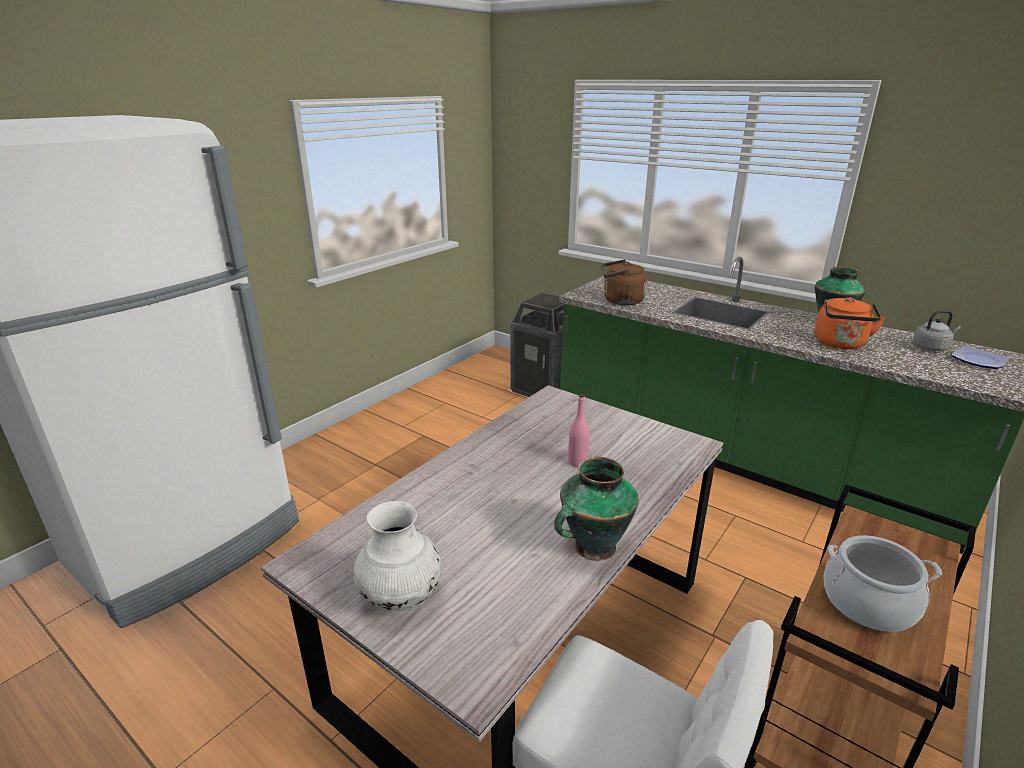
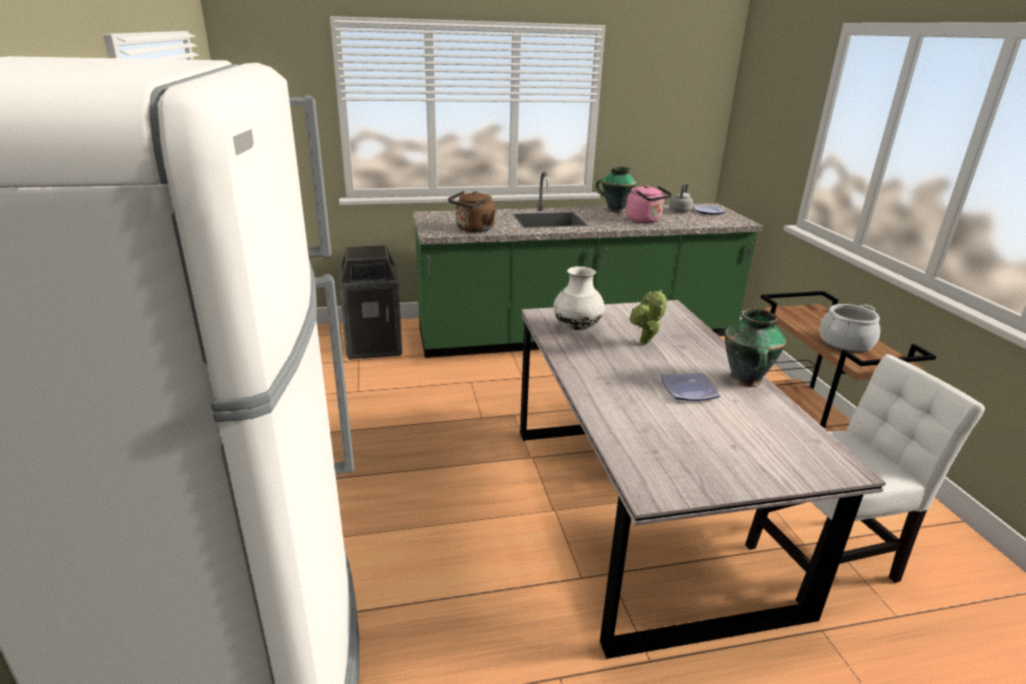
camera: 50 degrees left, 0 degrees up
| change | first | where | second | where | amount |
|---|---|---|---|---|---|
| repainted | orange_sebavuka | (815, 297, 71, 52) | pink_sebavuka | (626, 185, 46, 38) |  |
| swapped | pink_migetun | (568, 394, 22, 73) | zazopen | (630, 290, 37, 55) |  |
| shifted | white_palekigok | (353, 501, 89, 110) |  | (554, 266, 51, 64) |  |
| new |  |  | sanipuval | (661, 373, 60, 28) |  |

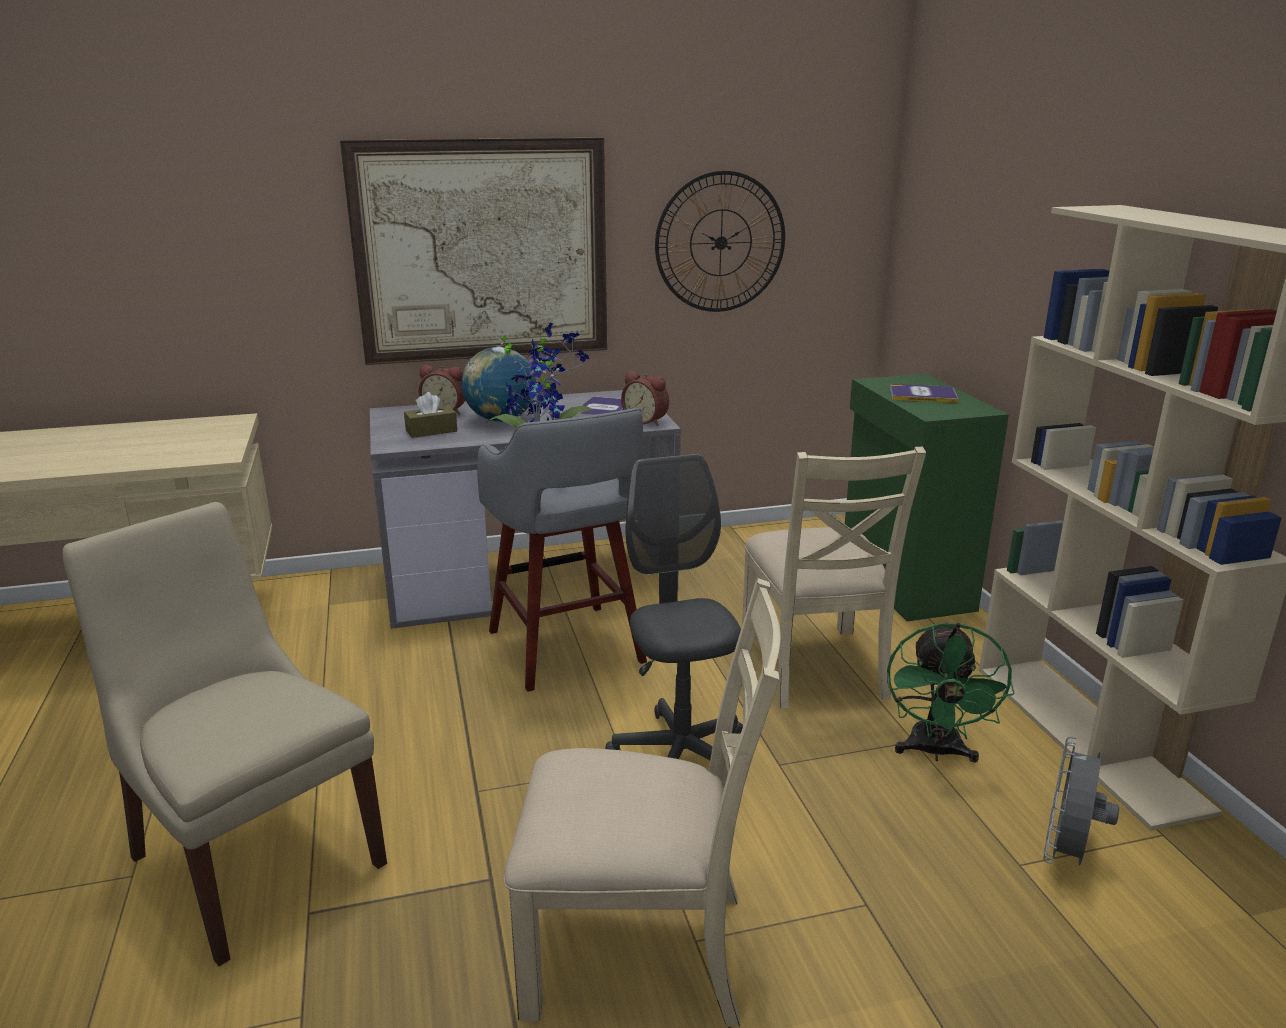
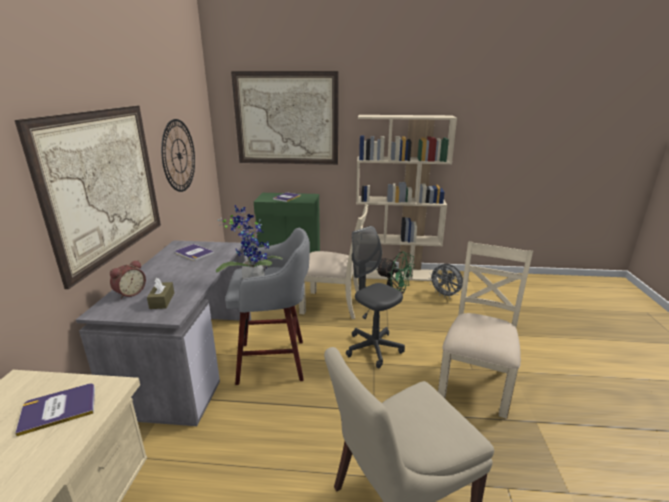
camera: 70 degrees left, 0 degrees up
| change | first | where | second | where | amount |
|---|---|---|---|---|---|
| gone | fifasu | (462, 346, 74, 76) |  |  |  |
| gone | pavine | (621, 371, 48, 55) |  |  |  |
| rotated | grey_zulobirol | (605, 454, 138, 306) |  | (346, 226, 59, 142) | 45 degrees clockwise |
| new |  |  | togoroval | (231, 71, 108, 94) |  |
| new |  |  | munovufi | (15, 384, 80, 52) |  |

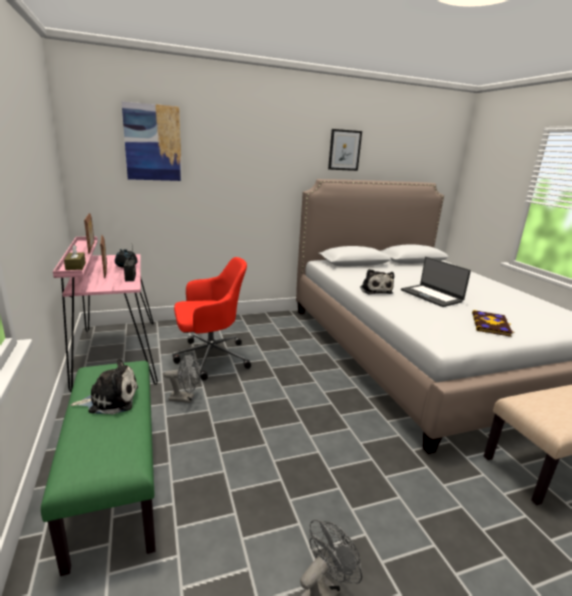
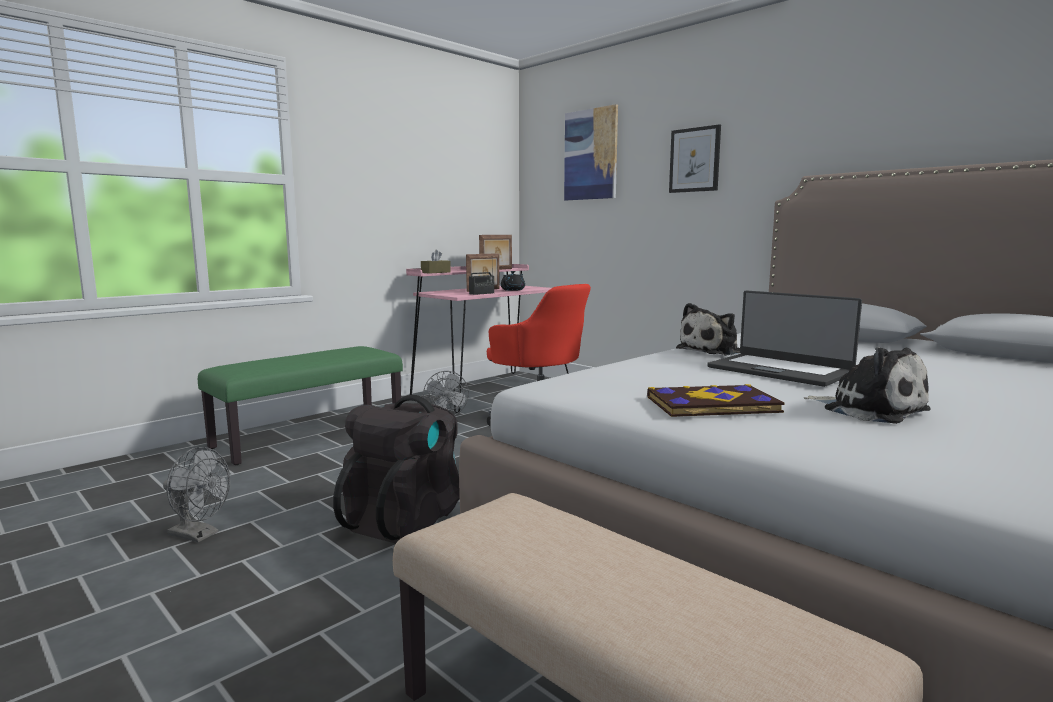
camera: 65 degrees right, 10 degrees down
| change | first | where | second | where | amount |
|---|---|---|---|---|---|
| shifted | togoroval | (328, 129, 34, 42) |  | (669, 124, 52, 69) |  |
| rotated | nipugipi | (401, 257, 70, 50) |  | (707, 290, 155, 97) | 75 degrees counterclockwise |
| shifted | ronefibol | (70, 359, 68, 56) |  | (804, 347, 127, 77) |  |
| new |  |  | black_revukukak | (333, 395, 127, 149) |  |

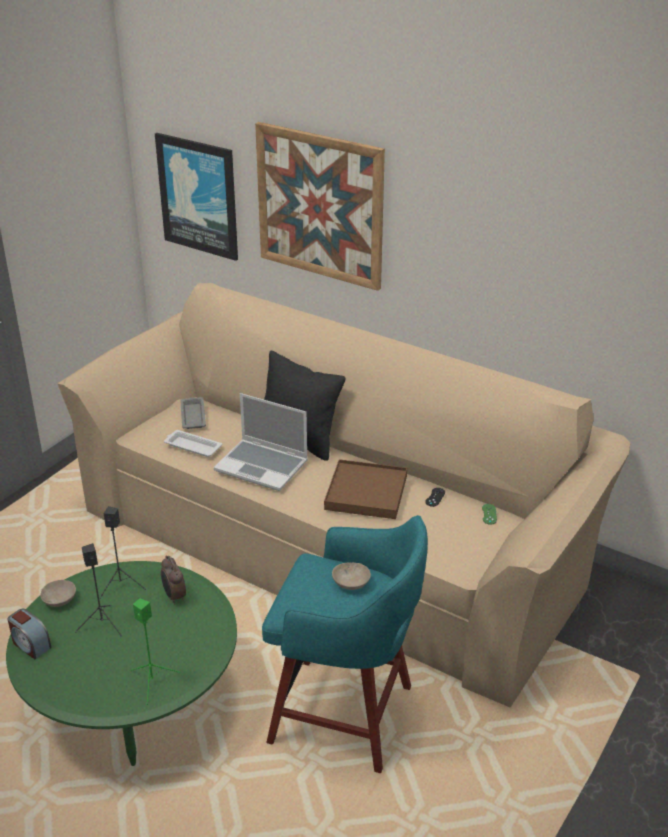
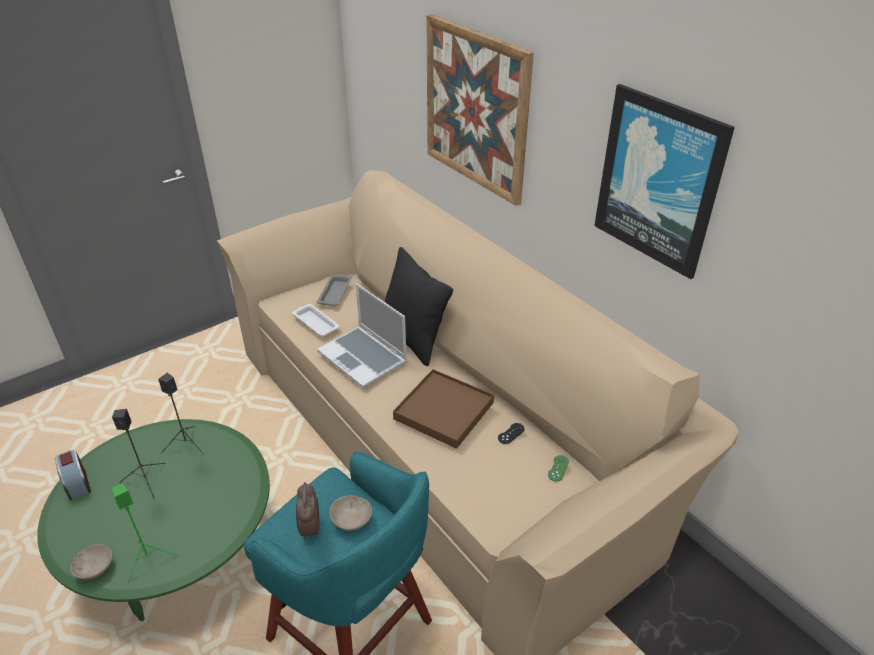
camera: 20 degrees right, 5 degrees up
| change | first | where | second | where | amount |
|---|---|---|---|---|---|
| shifted | togoroval | (155, 133, 83, 128) |  | (594, 84, 141, 195) |  |
| shifted | pavine | (161, 555, 25, 50) |  | (296, 482, 24, 58) |  |
| shifted | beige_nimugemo | (40, 580, 36, 27) |  | (70, 544, 42, 36) |  |

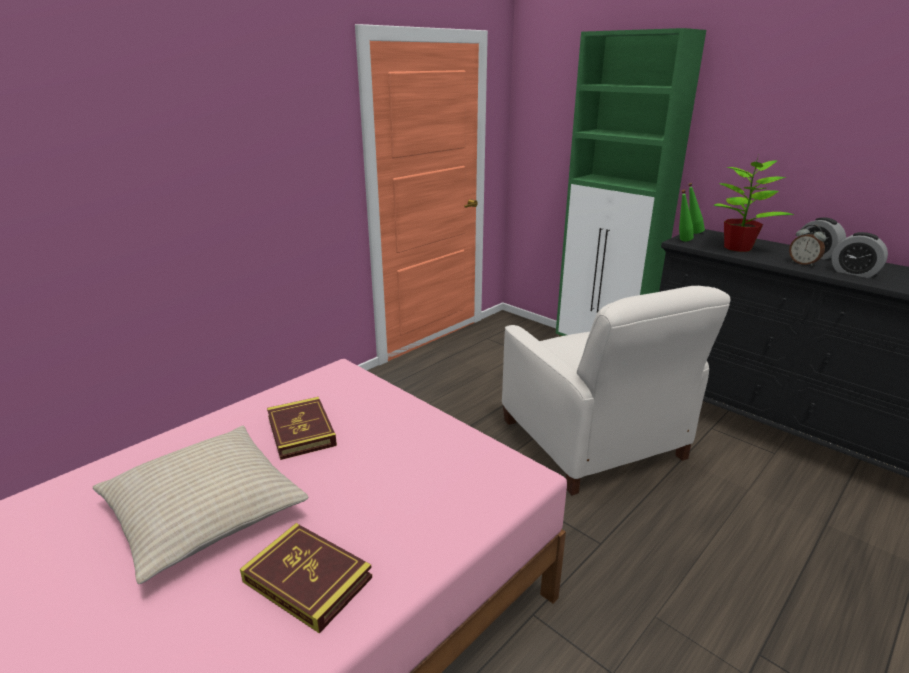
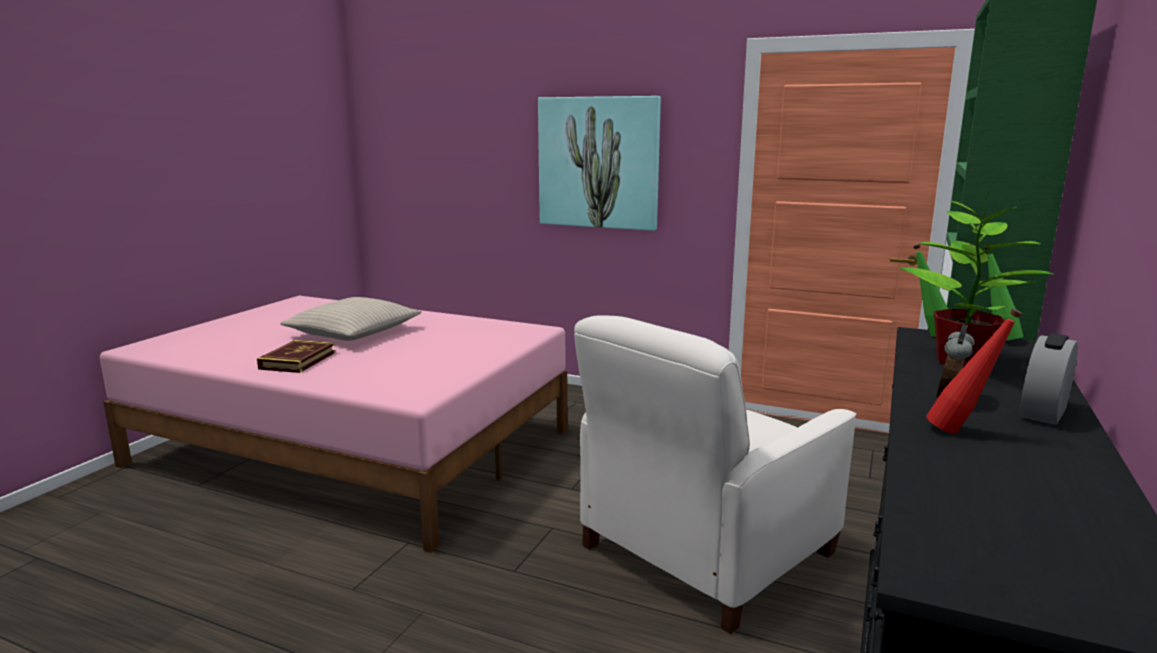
camera: 70 degrees right, 10 degrees down
| change | first | where | second | where | amount |
|---|---|---|---|---|---|
| swapped | pavine | (831, 232, 57, 46) | red_migetun | (926, 308, 96, 126) |  |
| gone | munovufi | (267, 397, 70, 63) |  |  |  |
| new |  |  | togoroval | (538, 96, 123, 135) |  |

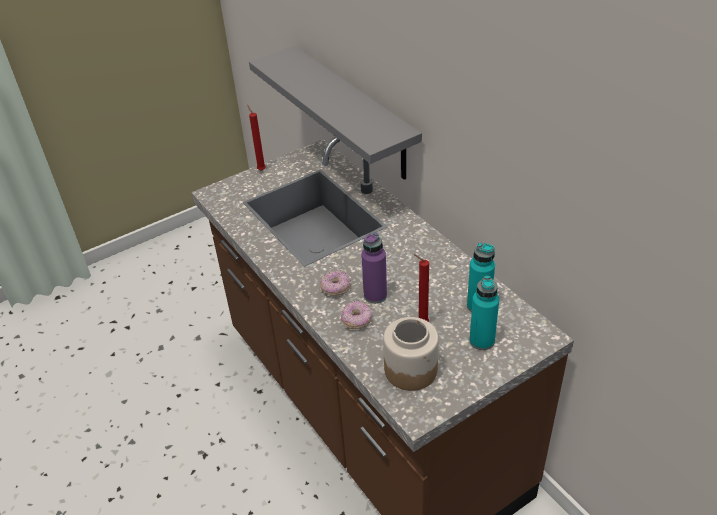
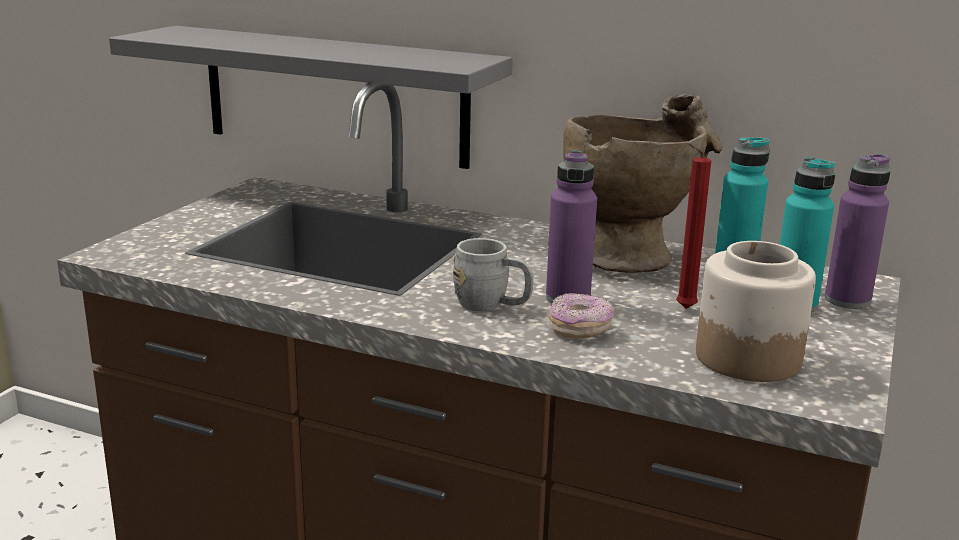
camera: 35 degrees left, 20 degrees down
| change | first | where | second | where | amount |
|---|---|---|---|---|---|
| gone | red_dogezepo | (248, 105, 18, 66) |  |  |  |
| swapped | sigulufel | (320, 270, 30, 26) | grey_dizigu | (453, 238, 80, 73) |  |
| new |  |  | beige_palekigok | (563, 94, 160, 179) |  |
| new |  |  | purple_migetun | (825, 154, 65, 155) |  |

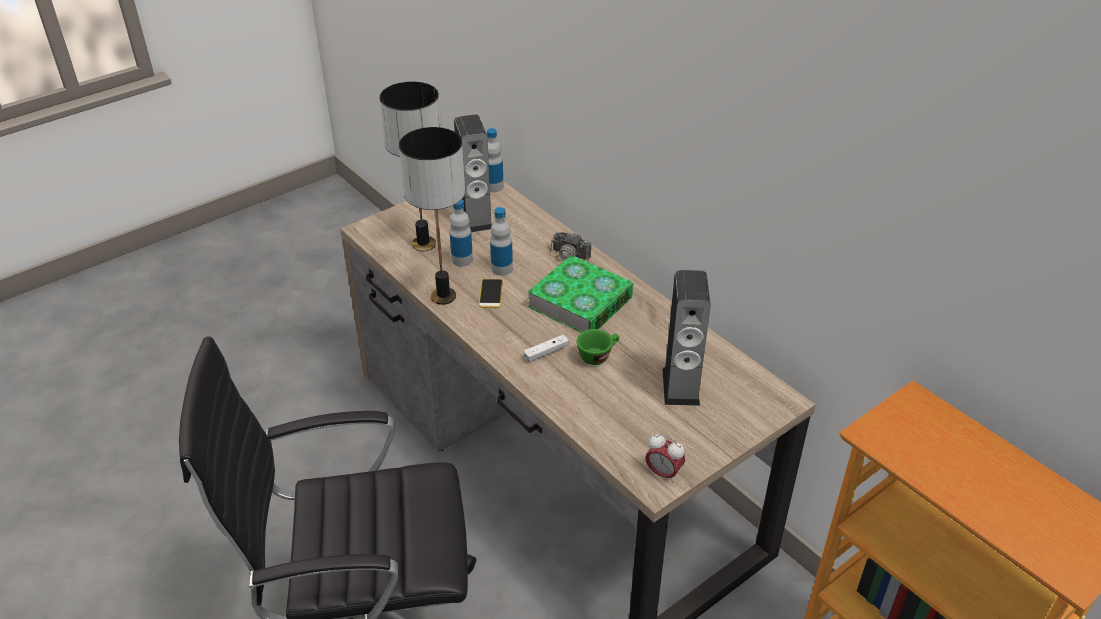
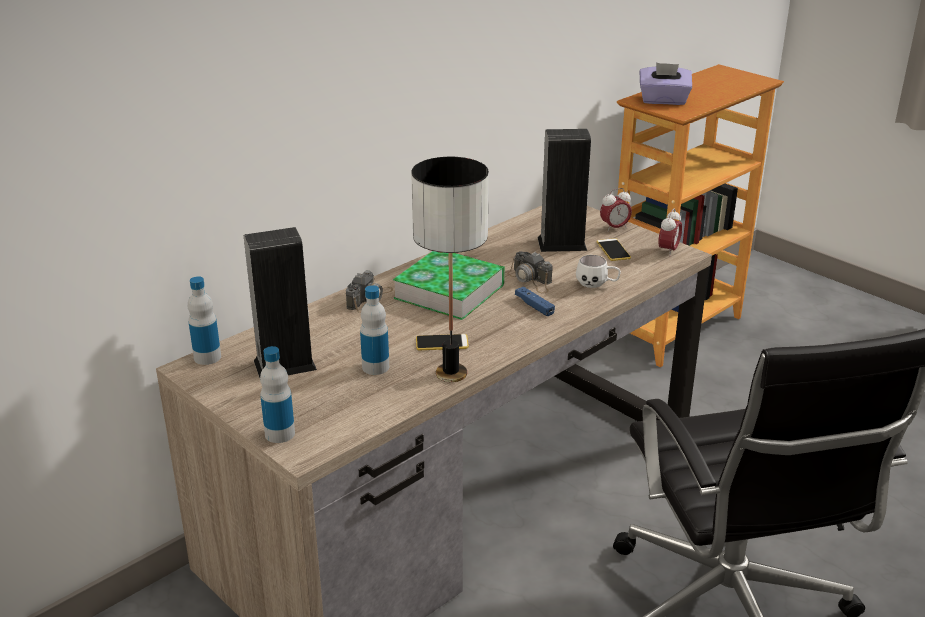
camera: 95 degrees left, 10 degrees down
| change | first | where | second | where | amount |
|---|---|---|---|---|---|
| gone | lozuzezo | (380, 82, 61, 170) |  |  |  |
| shifted | migetun | (490, 207, 23, 69) |  | (260, 346, 35, 97) |  |
| swapped | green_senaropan | (576, 329, 43, 36) | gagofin | (507, 251, 45, 43) |  |
| repainted | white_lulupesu | (523, 335, 46, 27) | blue_lulupesu | (515, 287, 40, 29) |  |
| new |  |  | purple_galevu | (640, 63, 52, 42) |  |
| new |  |  | pavine | (600, 188, 32, 44) |  |
| new |  |  | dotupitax | (597, 238, 34, 23) |  |
| new |  |  | white_dizigu | (576, 255, 45, 33) |  |

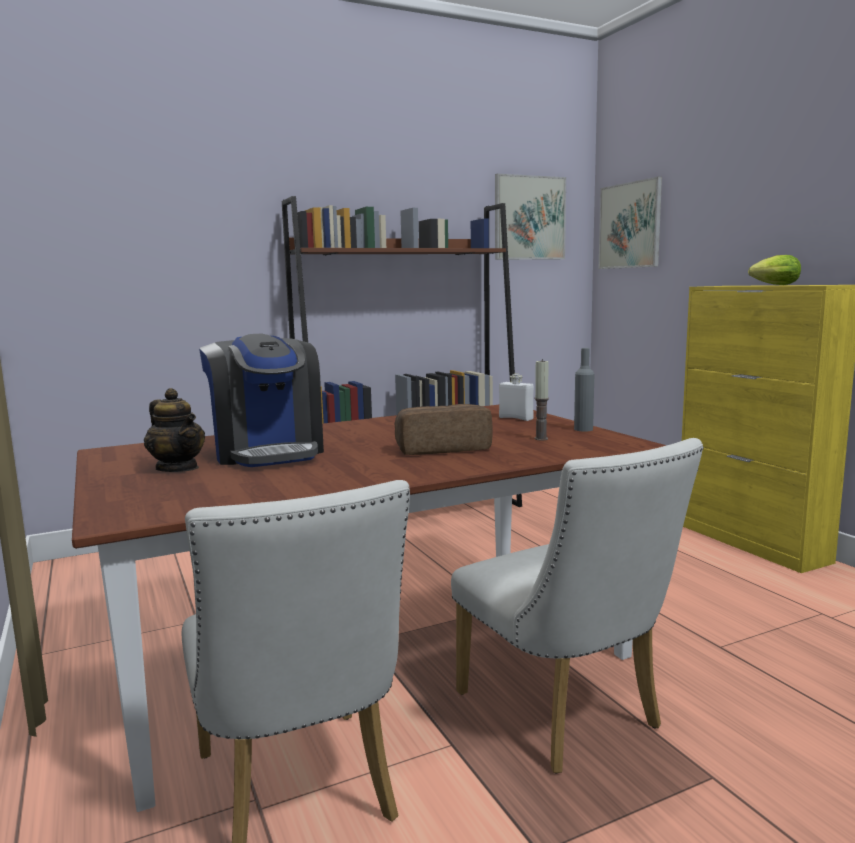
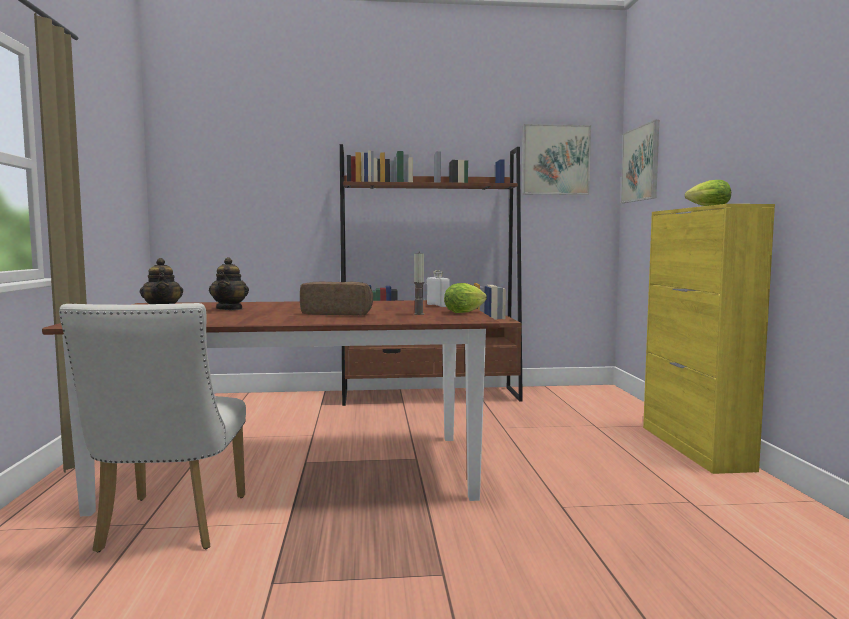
camera: 20 degrees right, 5 degrees down
| change | first | where | second | where | amount |
|---|---|---|---|---|---|
| swapped | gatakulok | (199, 334, 125, 133) | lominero | (209, 257, 40, 53) |  |
| swapped | grey_migetun | (574, 348, 20, 84) | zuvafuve | (444, 283, 43, 30) |  |
| gone | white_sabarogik | (451, 438, 253, 335) |  |  |  |

